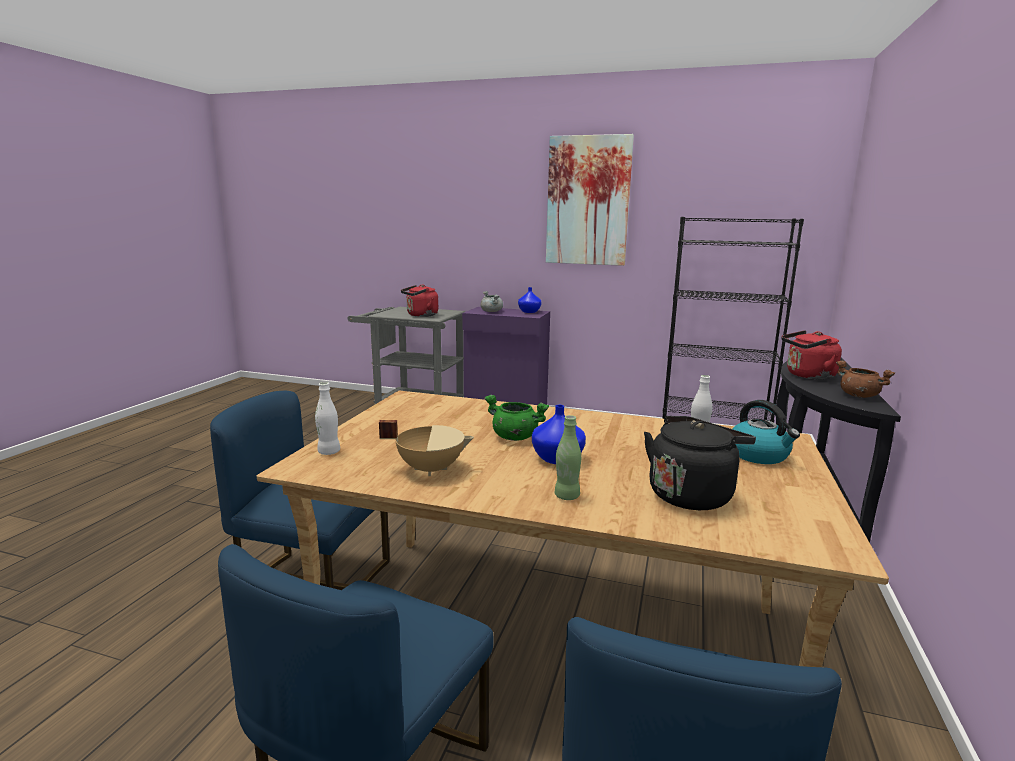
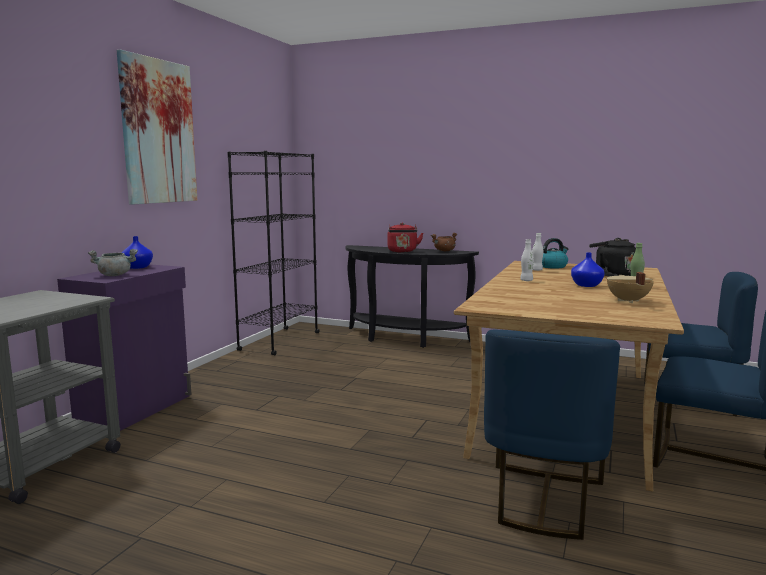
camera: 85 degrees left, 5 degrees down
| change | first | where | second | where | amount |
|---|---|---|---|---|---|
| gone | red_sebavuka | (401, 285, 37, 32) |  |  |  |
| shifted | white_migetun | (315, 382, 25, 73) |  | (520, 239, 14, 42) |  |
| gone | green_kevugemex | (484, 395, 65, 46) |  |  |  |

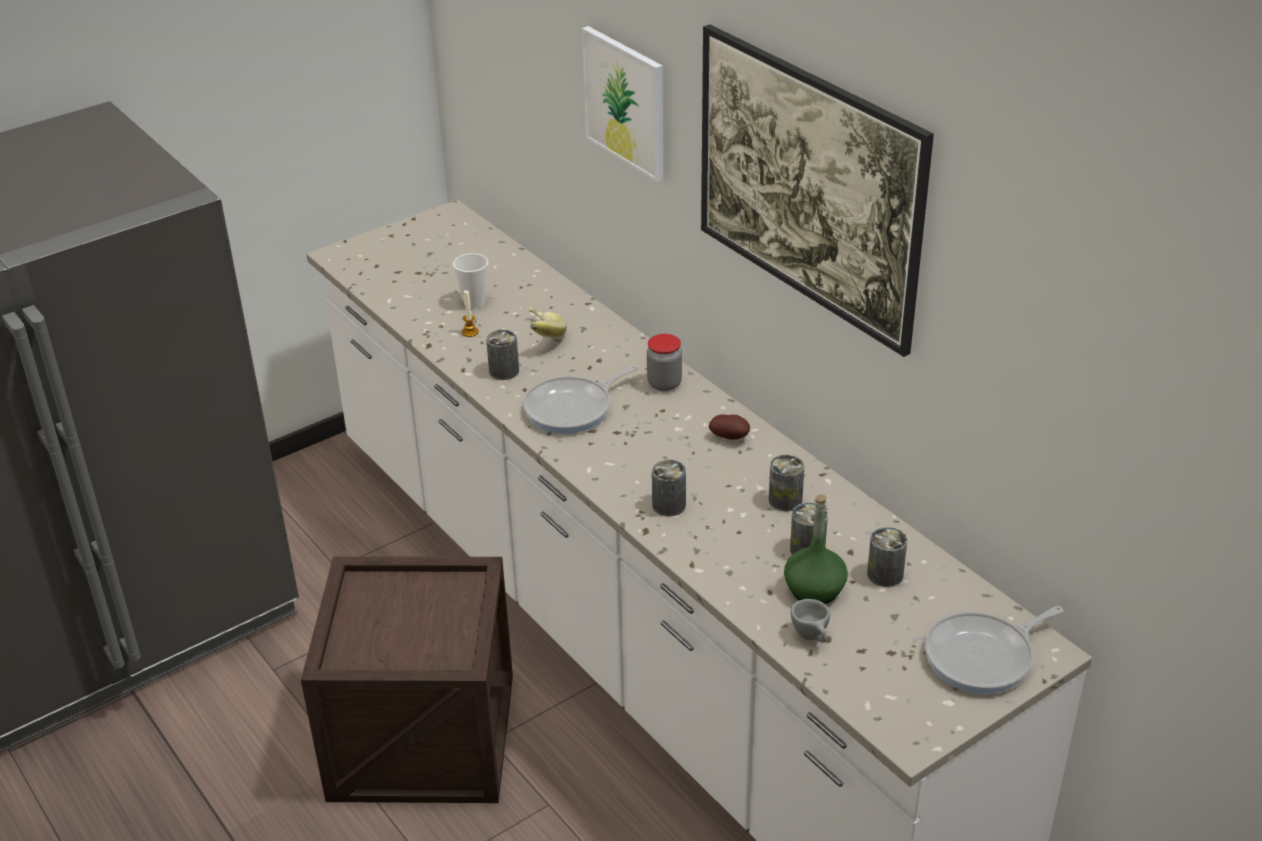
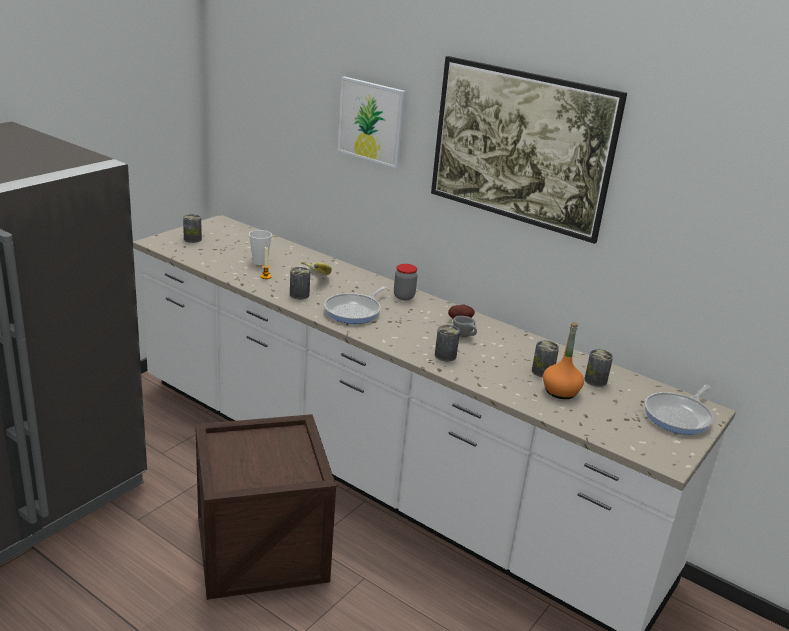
camera: 20 degrees left, 10 degrees down
| change | first | where | second | where | amount |
|---|---|---|---|---|---|
| shifted | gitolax | (769, 455, 35, 56) |  | (183, 214, 19, 29) |  |
| repainted | green_migetun | (784, 494, 64, 110) | orange_migetun | (543, 322, 41, 77) |  |
| shifted | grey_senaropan | (791, 599, 39, 44) |  | (453, 316, 24, 22) |  |

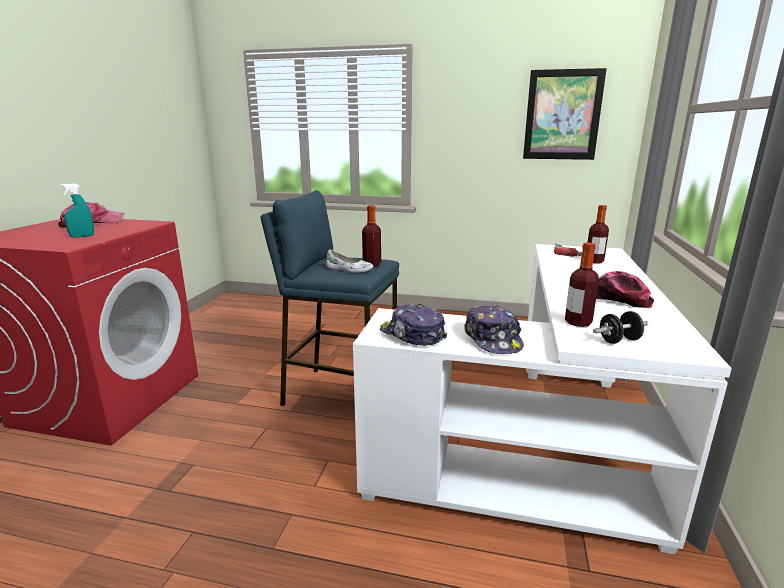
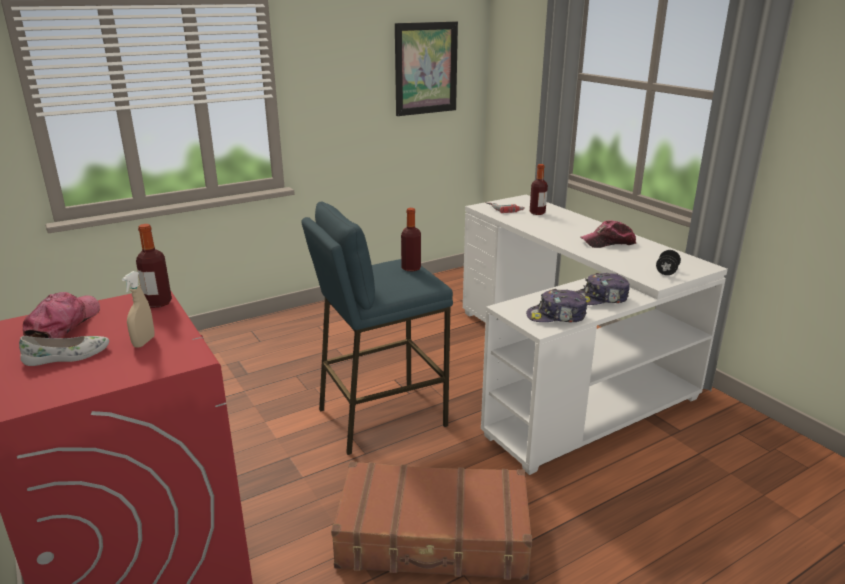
camera: 45 degrees left, 5 degrees up
| change | first | where | second | where | amount |
|---|---|---|---|---|---|
| repainted | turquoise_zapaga | (60, 183, 34, 54) | beige_zapaga | (122, 271, 33, 77) |  |
| shifted | migetun | (565, 242, 34, 85) |  | (136, 224, 36, 84) |  |
| shifted | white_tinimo | (326, 249, 47, 24) |  | (19, 336, 90, 30) |  |
| rotated | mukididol | (464, 305, 60, 49) |  | (578, 273, 51, 32) | 135 degrees clockwise |
| new |  |  | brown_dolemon | (331, 461, 201, 119) |  |

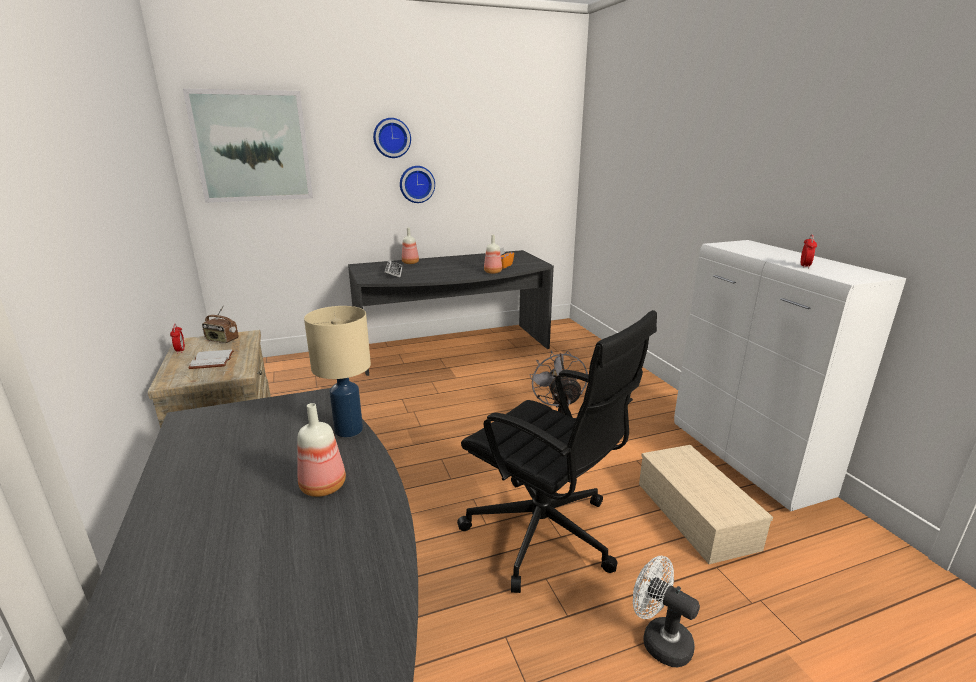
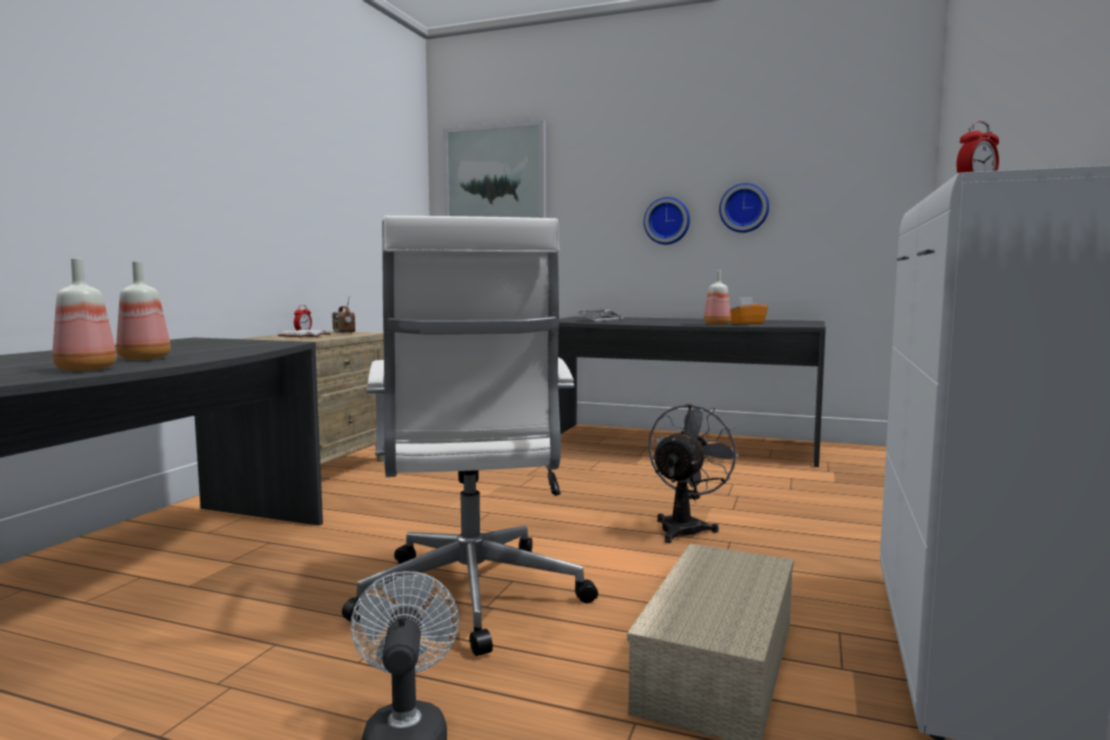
camera: 40 degrees right, 15 degrees down
| change | first | where | second | where | amount |
|---|---|---|---|---|---|
| shifted | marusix | (373, 118, 38, 40) |  | (719, 183, 50, 50) |  |
| shifted | migetun | (402, 228, 17, 36) |  | (52, 258, 65, 113) |  |
| gone | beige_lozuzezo | (304, 306, 67, 131) |  |  |  |
| repainted | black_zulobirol | (457, 310, 200, 283) | white_zulobirol | (342, 216, 256, 440) |  |

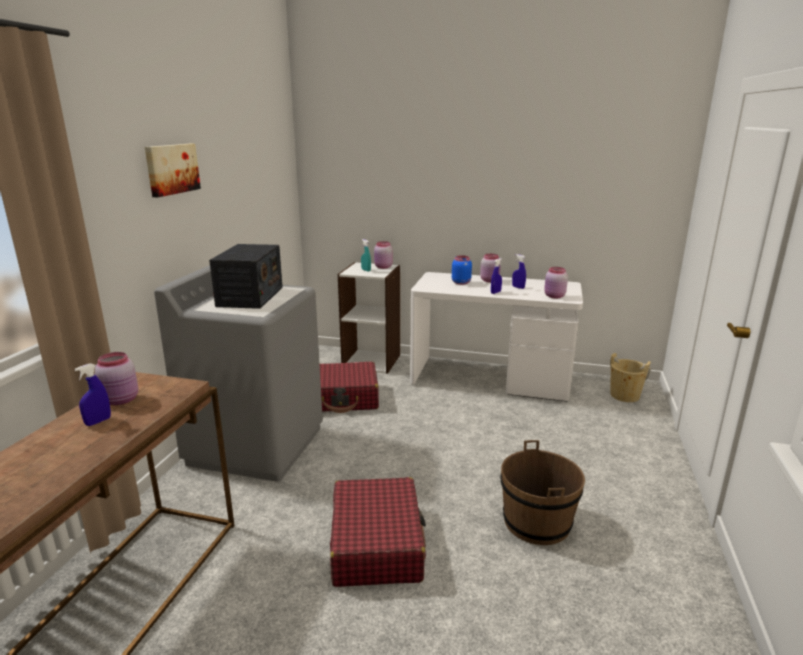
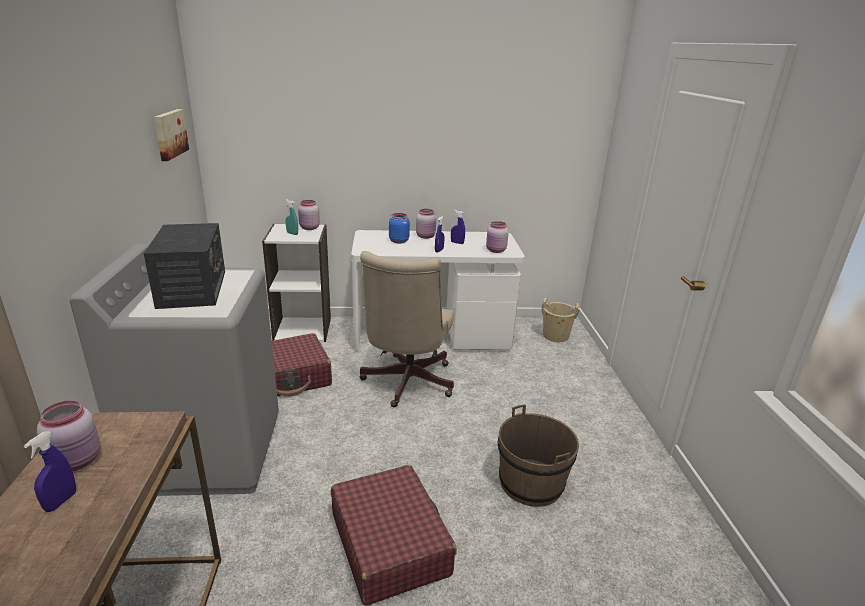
camera: 20 degrees left, 5 degrees up
| change | first | where | second | where | amount |
|---|---|---|---|---|---|
| shifted | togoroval | (145, 144, 56, 53) |  | (154, 109, 35, 52) |  |
| new |  |  | beige_zulobirol | (360, 251, 94, 156) |  |

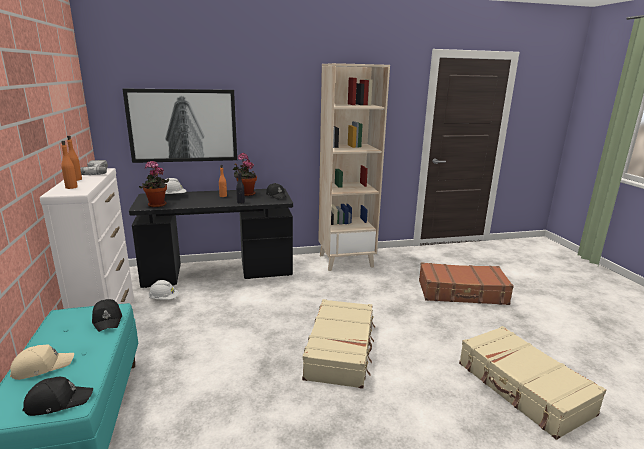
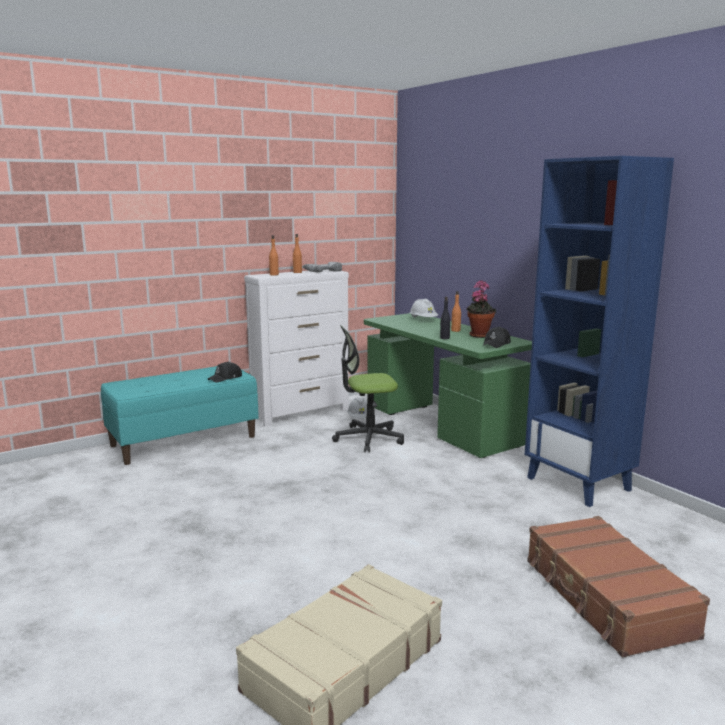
camera: 70 degrees right, 5 degrees down
| change | first | where | second | where | amount |
|---|---|---|---|---|---|
| repainted | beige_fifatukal | (318, 63, 72, 208) | blue_fifatukal | (525, 156, 149, 351) |  |
| gone | togoroval | (123, 89, 114, 74) |  |  |  |
| gone | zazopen | (139, 161, 30, 46) |  |  |  |
| repainted | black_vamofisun | (129, 188, 164, 100) | green_vamofisun | (364, 313, 168, 145) |  |
| gone | beige_dolemon | (302, 299, 73, 90) |  |  |  |
| gone | beige_mukididol | (10, 345, 64, 35) |  |  |  |
| gone | black_mukididol | (23, 377, 70, 39) |  |  |  |
| new |  |  | zulobirol | (332, 325, 72, 128) |  |

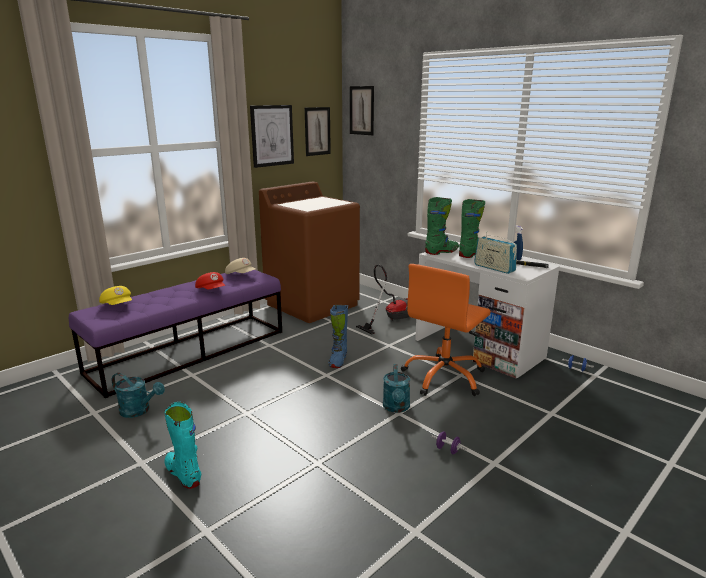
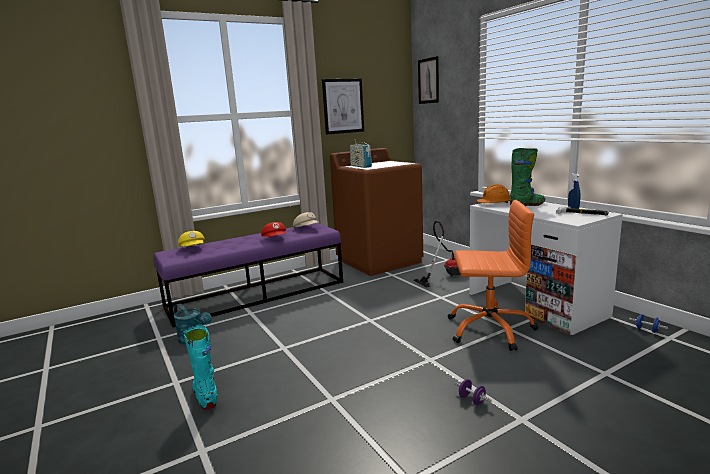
camera: 15 degrees right, 5 degrees down
| change | first | where | second | where | amount |
|---|---|---|---|---|---|
| gone | togoroval | (305, 107, 26, 49) |  |  |  |
| swapped | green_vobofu | (425, 197, 34, 58) | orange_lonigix | (477, 184, 33, 19) |  |
| shifted | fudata | (474, 231, 43, 43) |  | (350, 139, 22, 29) |  |
| rotated | orange_zulobirol | (401, 264, 90, 132) |  | (448, 200, 91, 151) | 135 degrees counterclockwise |
| gone | blue_vobofu | (329, 305, 19, 63) |  |  |  |
| gone | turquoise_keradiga | (383, 364, 27, 49) |  |  |  |

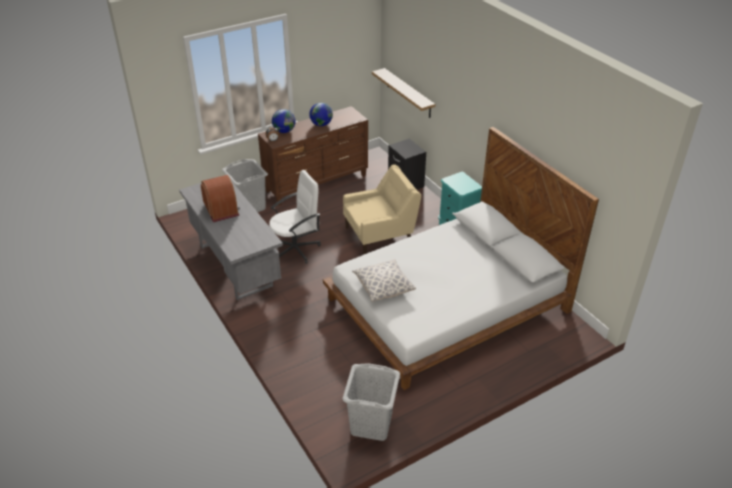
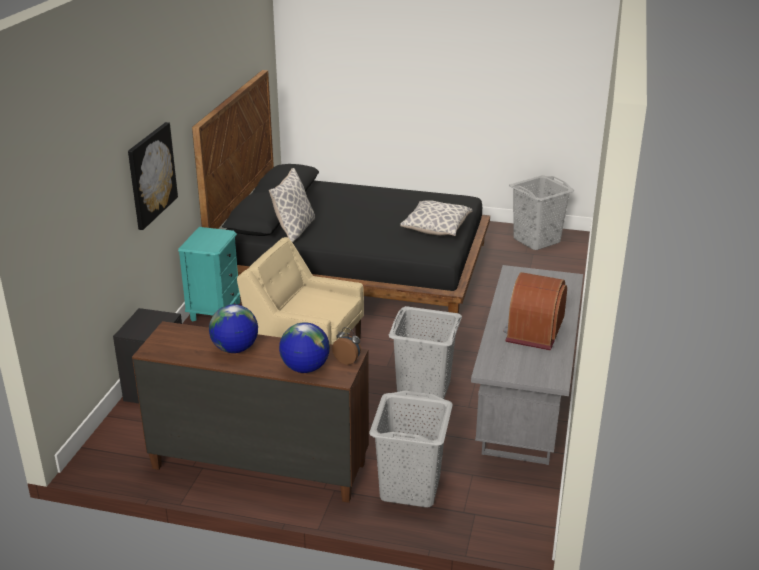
camera: 135 degrees left, 10 degrees down
| change | first | where | second | where | amount |
|---|---|---|---|---|---|
| gone | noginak | (372, 68, 63, 50) |  |  |  |
| repainted | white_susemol | (323, 127, 276, 263) | black_susemol | (192, 70, 298, 243) |  |
| swapped | white_zulobirol | (269, 170, 52, 94) | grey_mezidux | (389, 306, 73, 93) |  |
| new |  |  | togoroval | (128, 122, 50, 108) |  |
| new |  |  | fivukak | (269, 168, 46, 75) |  |

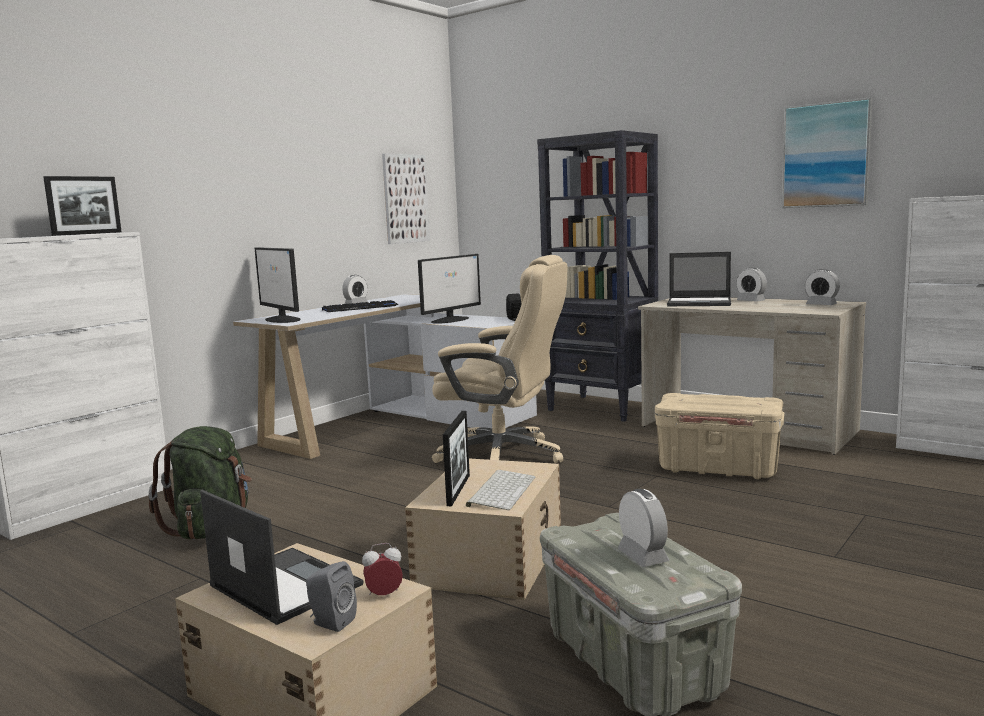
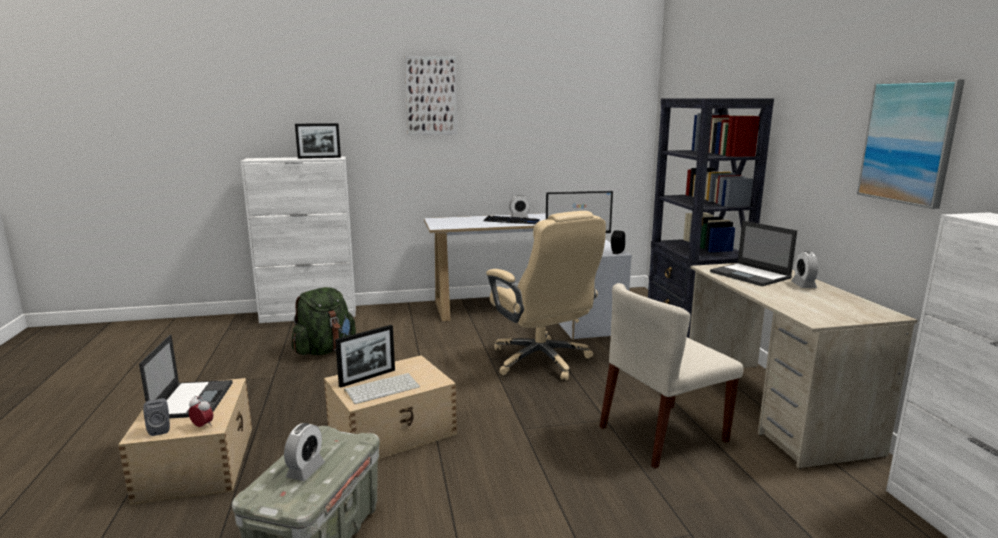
camera: 40 degrees right, 5 degrees up
| change | first | where | second | where | amount |
|---|---|---|---|---|---|
| shifted | togoroval | (382, 153, 48, 91) |  | (405, 56, 52, 79) |  |
| gone | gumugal | (255, 247, 46, 76) |  |  |  |
| gone | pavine | (805, 269, 35, 36) |  |  |  |
| swapped | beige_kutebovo | (655, 393, 129, 86) | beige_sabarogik | (599, 283, 145, 185) |  |

